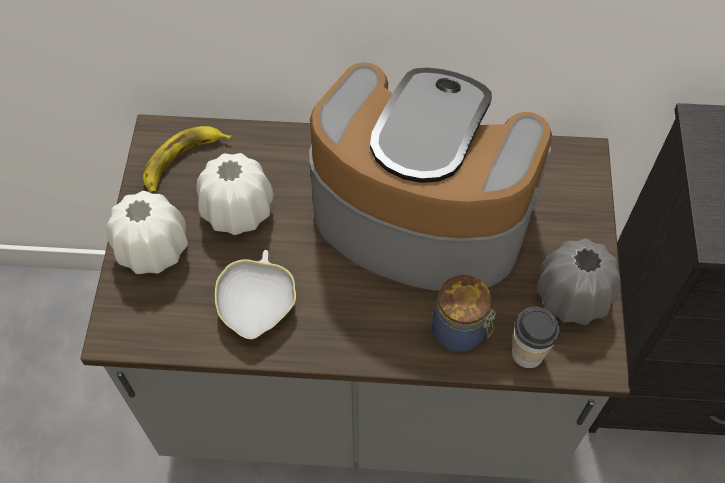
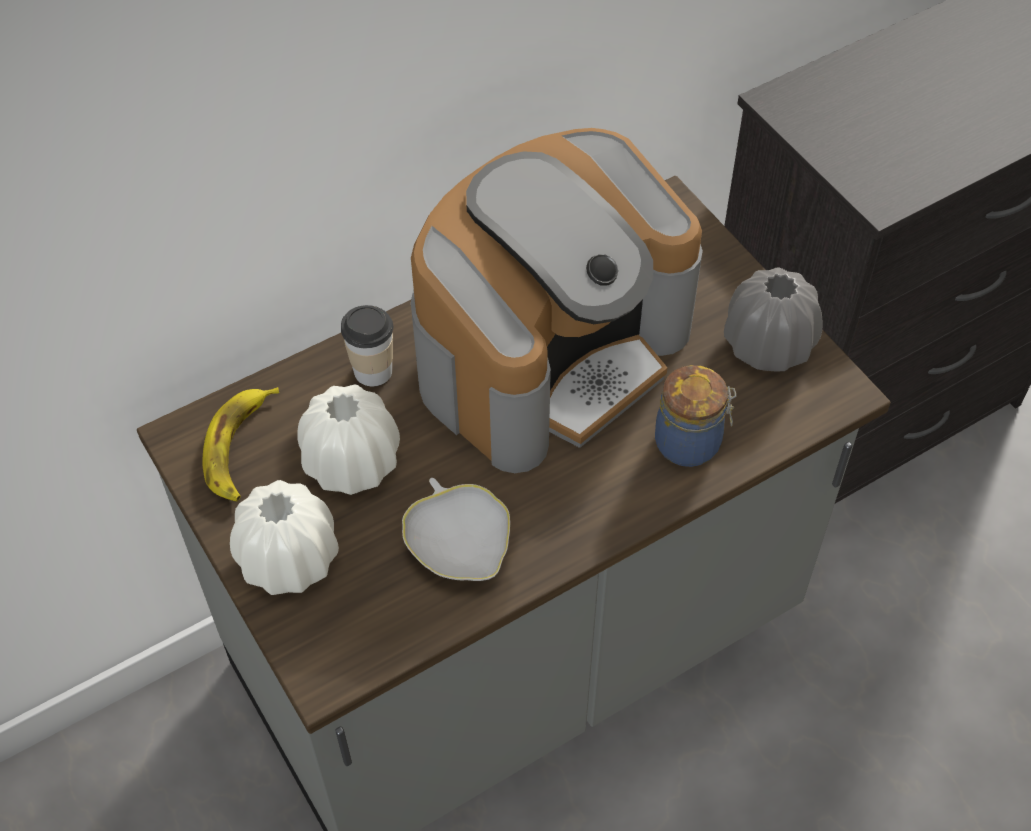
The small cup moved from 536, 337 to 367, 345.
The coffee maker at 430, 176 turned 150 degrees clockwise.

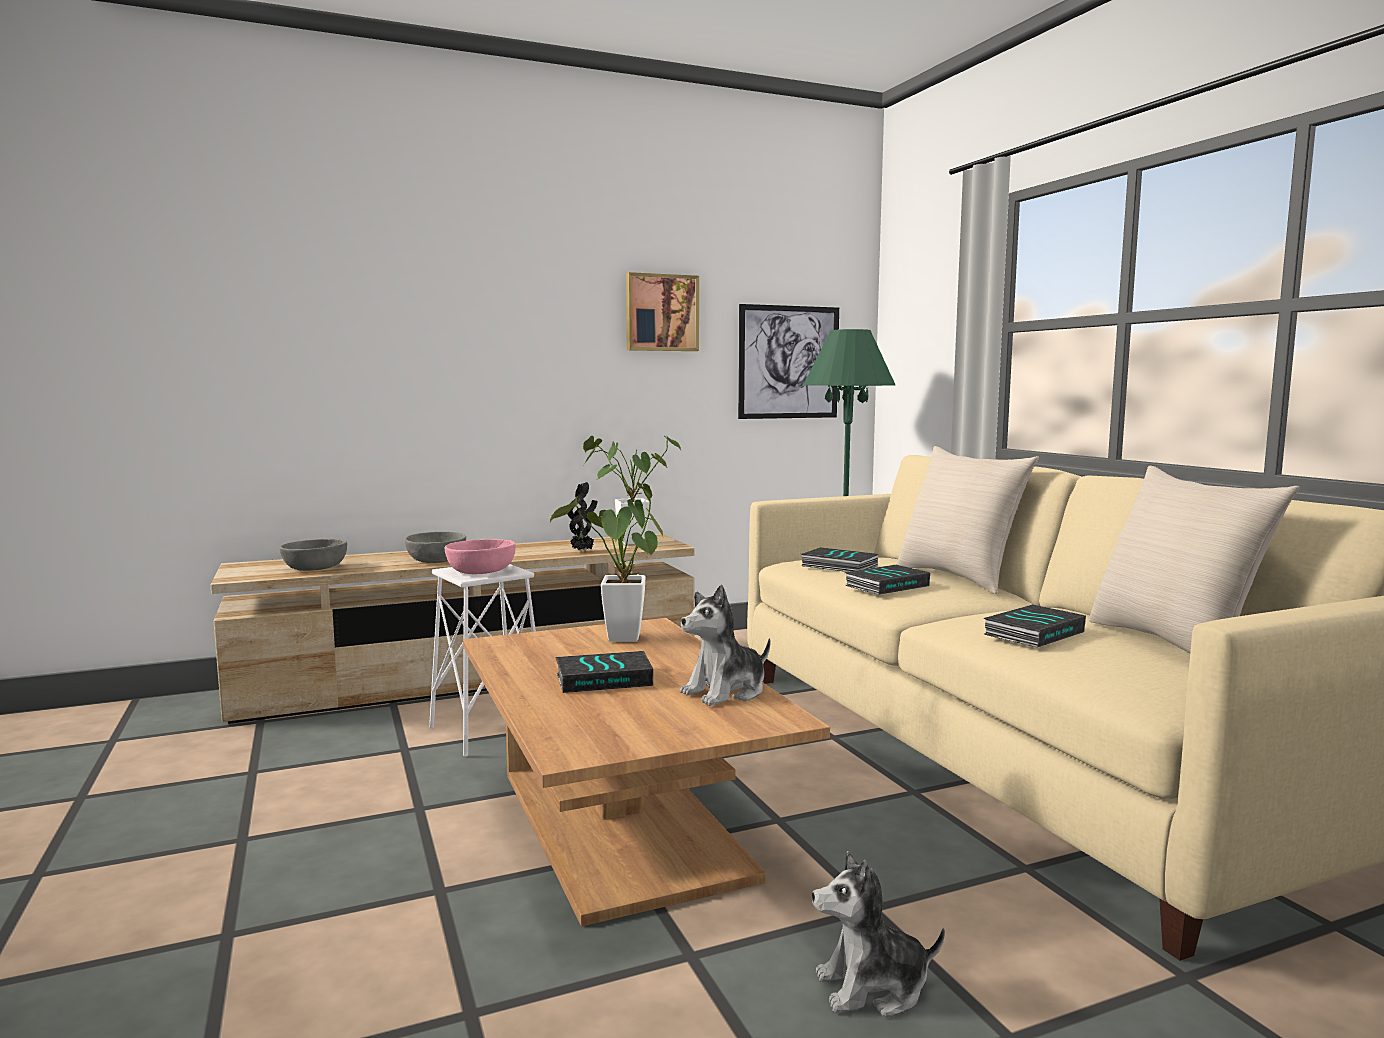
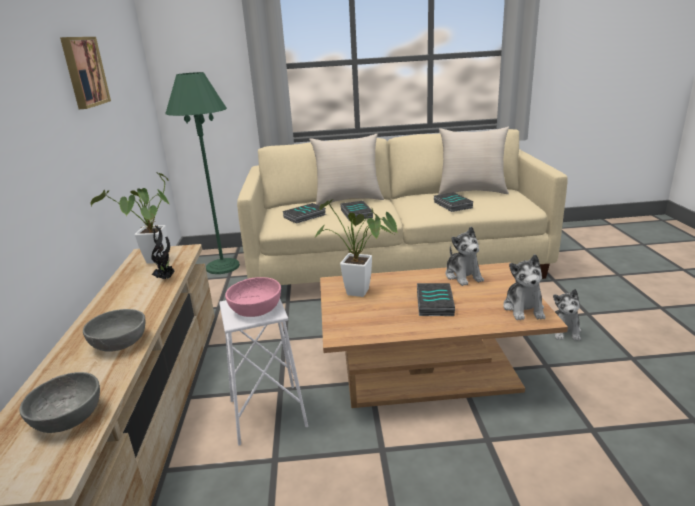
The plush toy at 524, 287 appeared.
The wall picture at 788, 361 disappeared.

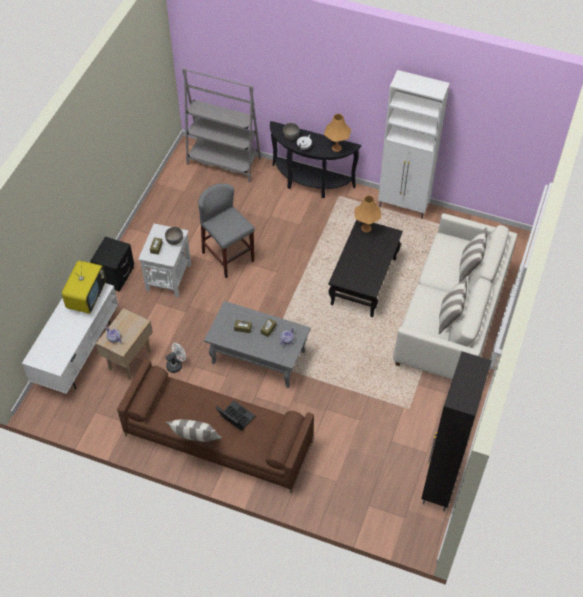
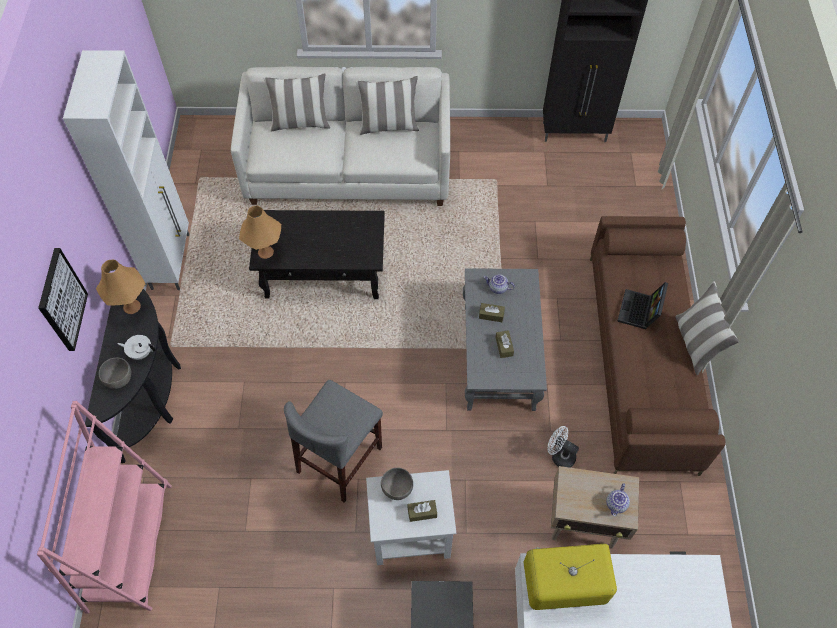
The greyish bookcase at 221, 125 became the pink bookcase at 104, 507.
The wall picture at 63, 299 appeared.

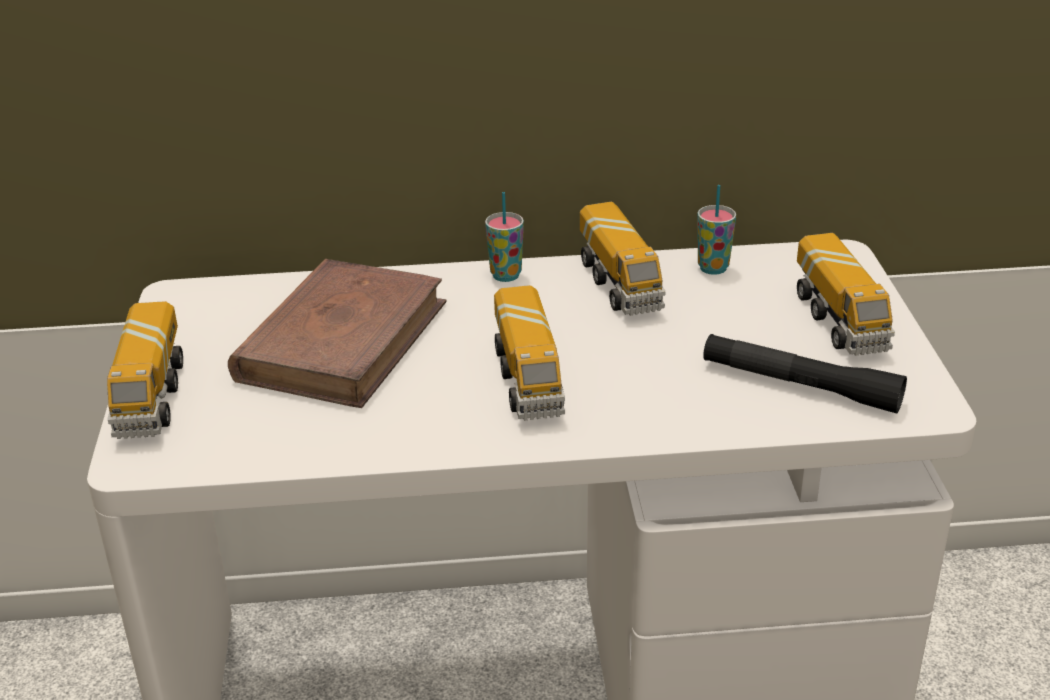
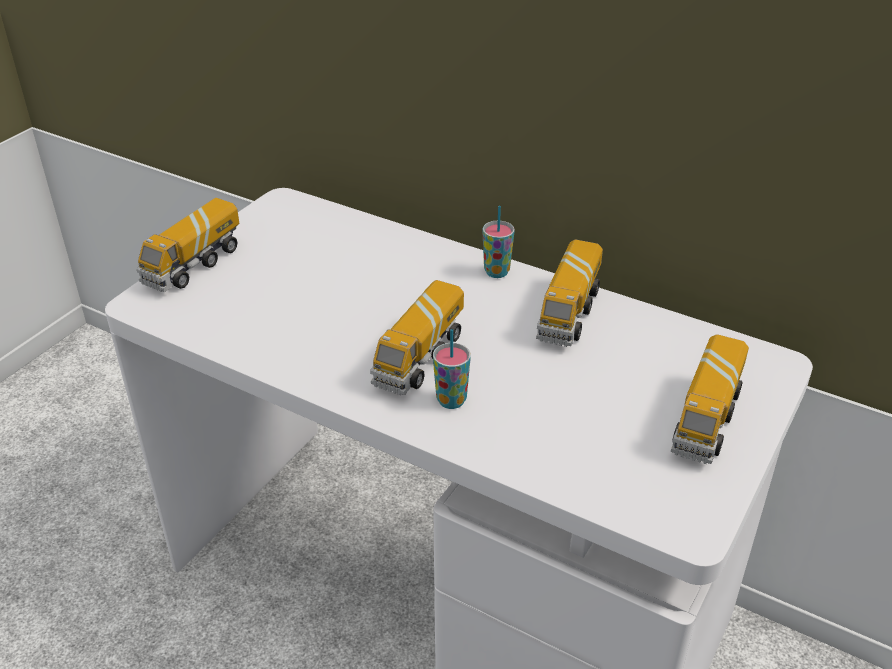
The small cup moved from 716, 230 to 452, 369.
The brownish book at 337, 333 disappeared.
The black-coloured flashlight at 805, 374 disappeared.

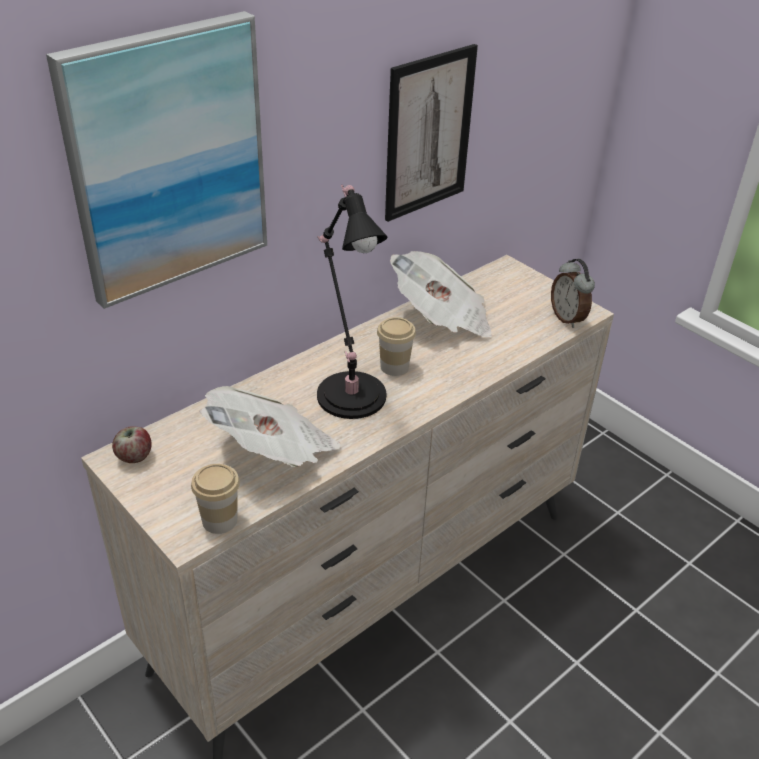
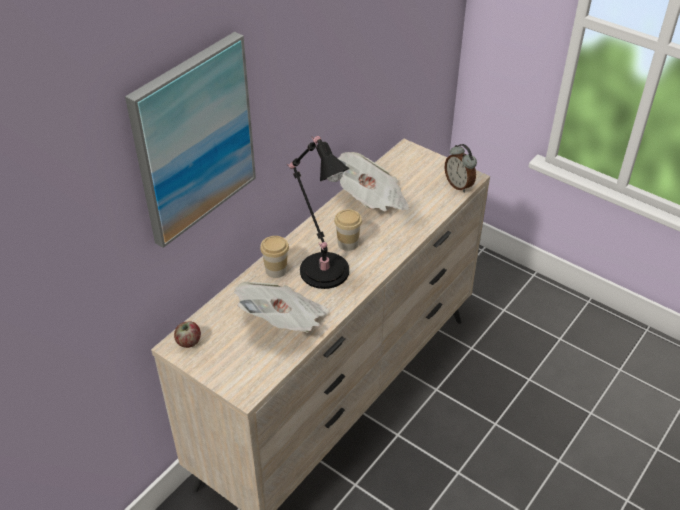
The small cup moved from 215, 499 to 274, 257.
The wall picture at 431, 133 disappeared.

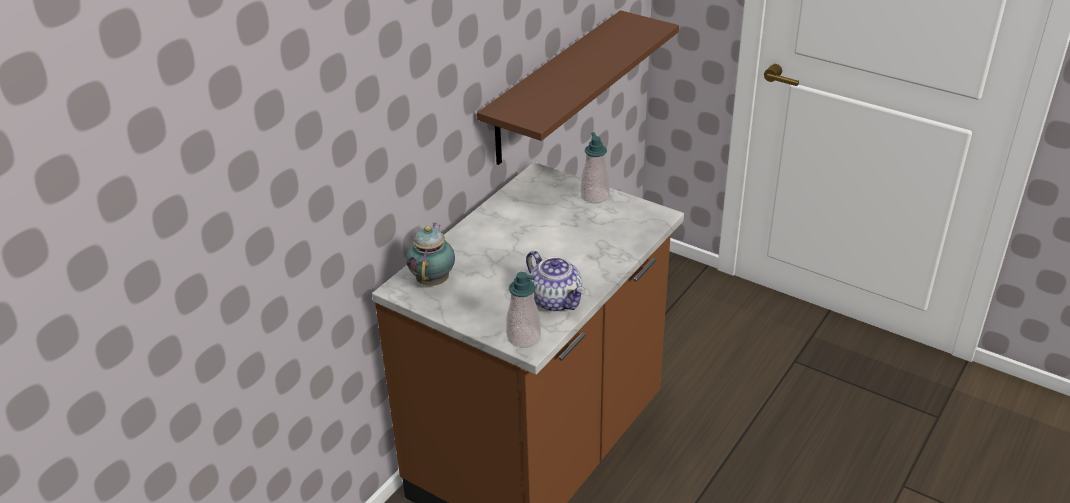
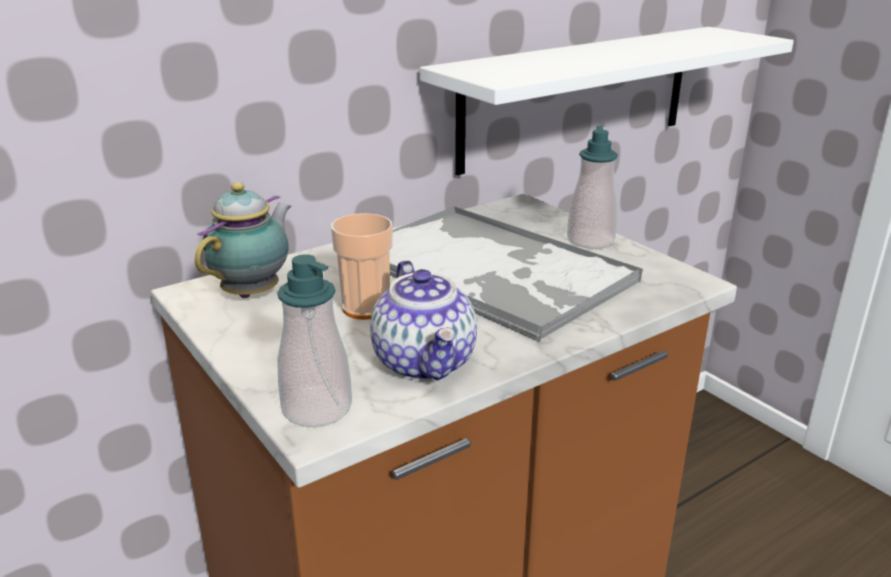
The small cup at 362, 266 appeared.
The tray at 516, 274 appeared.
The brownish wall shelf at 578, 87 became the white wall shelf at 607, 101.

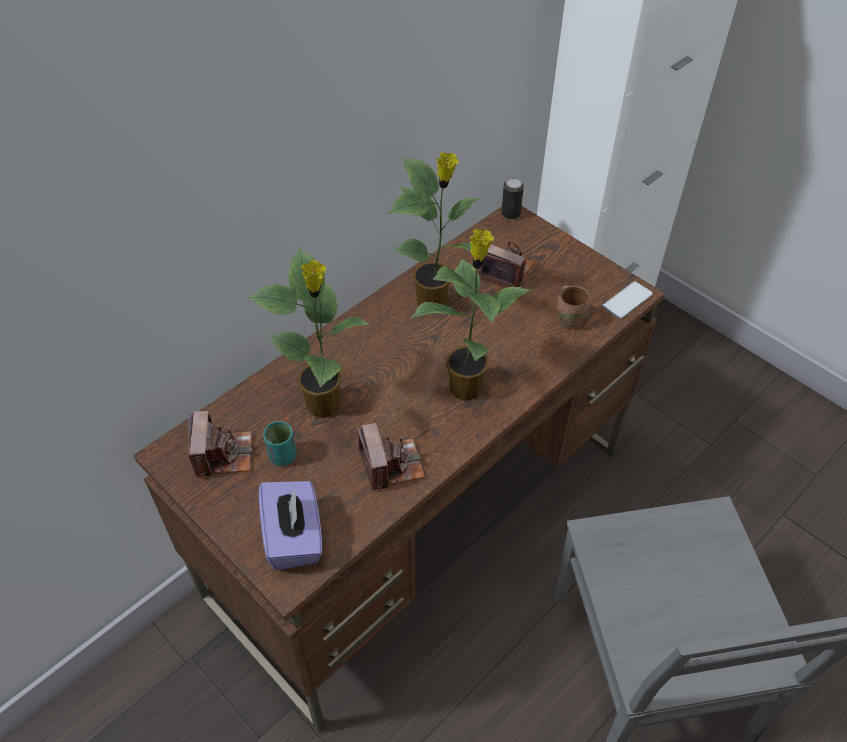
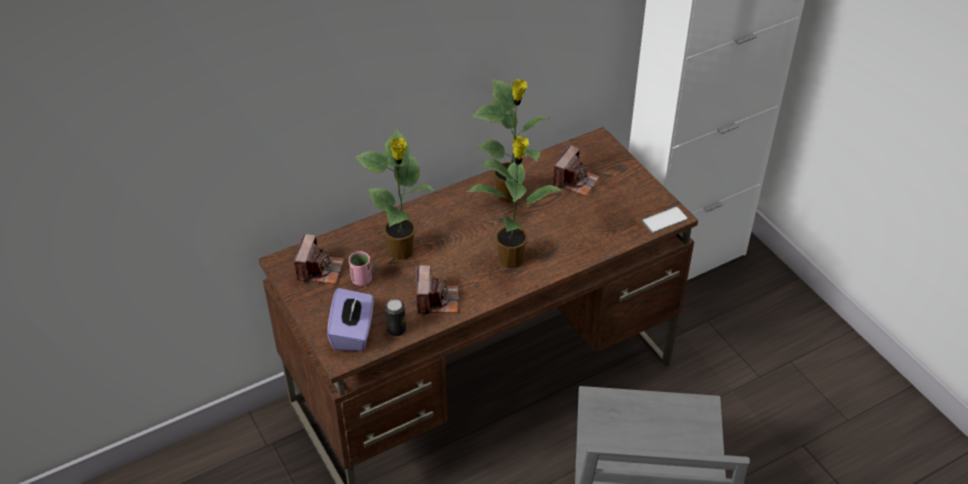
The blue-green small cup at 280, 443 became the pink small cup at 360, 268.
The metal can moved from 512, 198 to 395, 317.
The photo camera at 506, 264 turned 75 degrees clockwise.
The brownish coffee mug at 574, 307 disappeared.

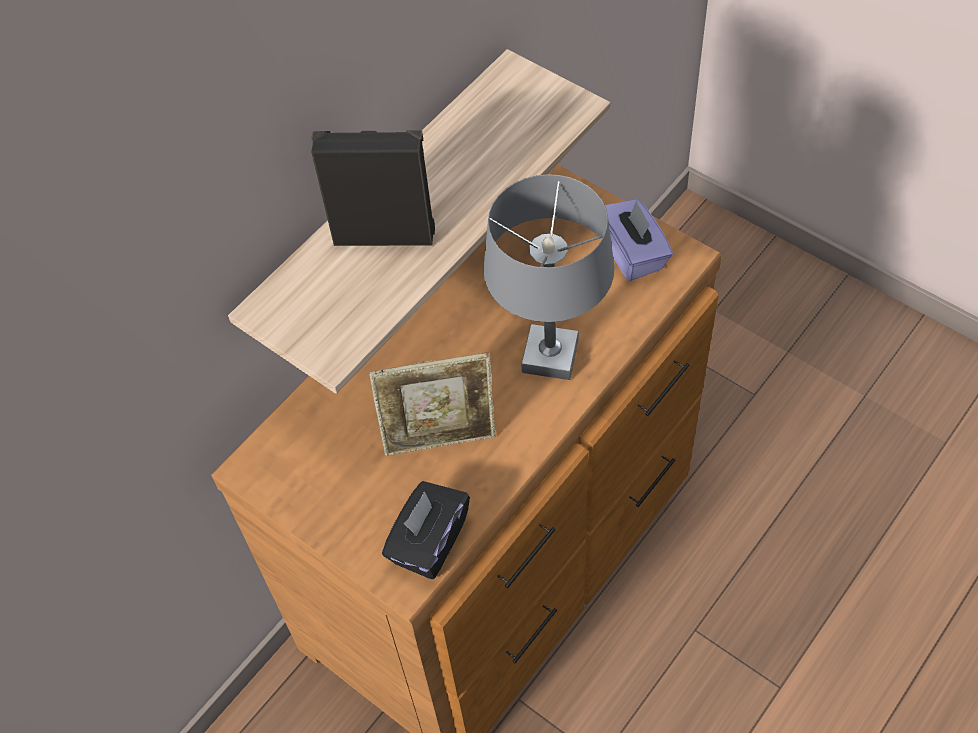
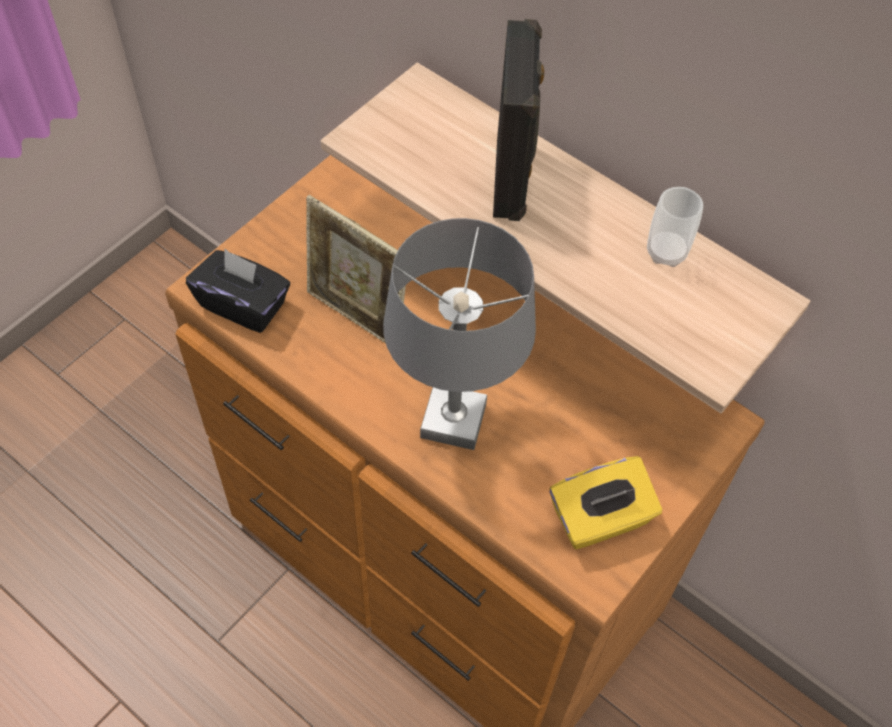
The picture frame at 432, 404 turned 45 degrees counterclockwise.
The purple-coloured tissue holder at 639, 240 became the yellowish tissue holder at 605, 502.
The small cup at 675, 227 appeared.

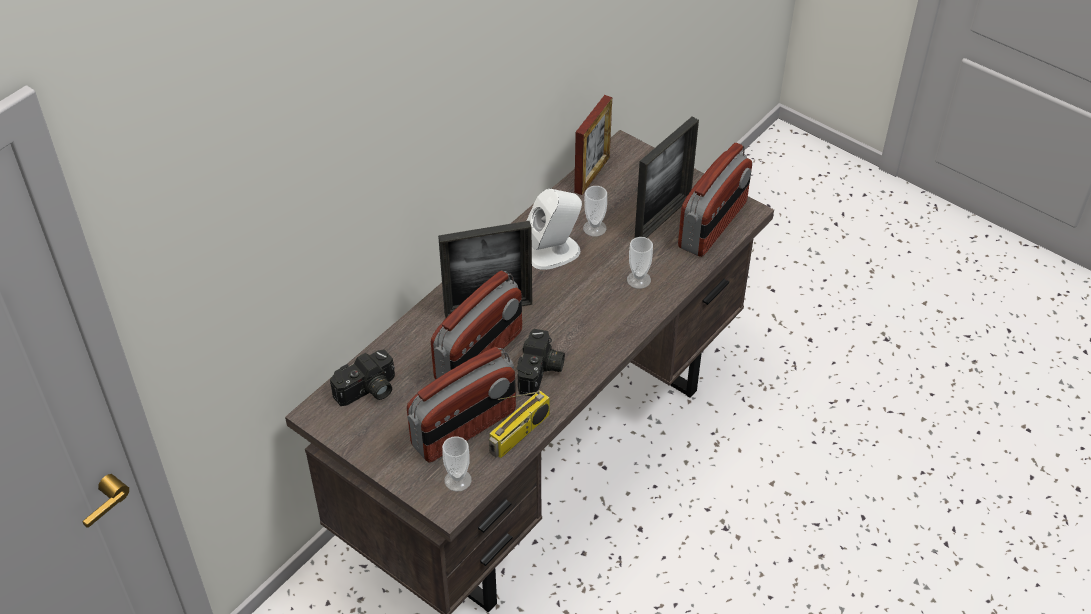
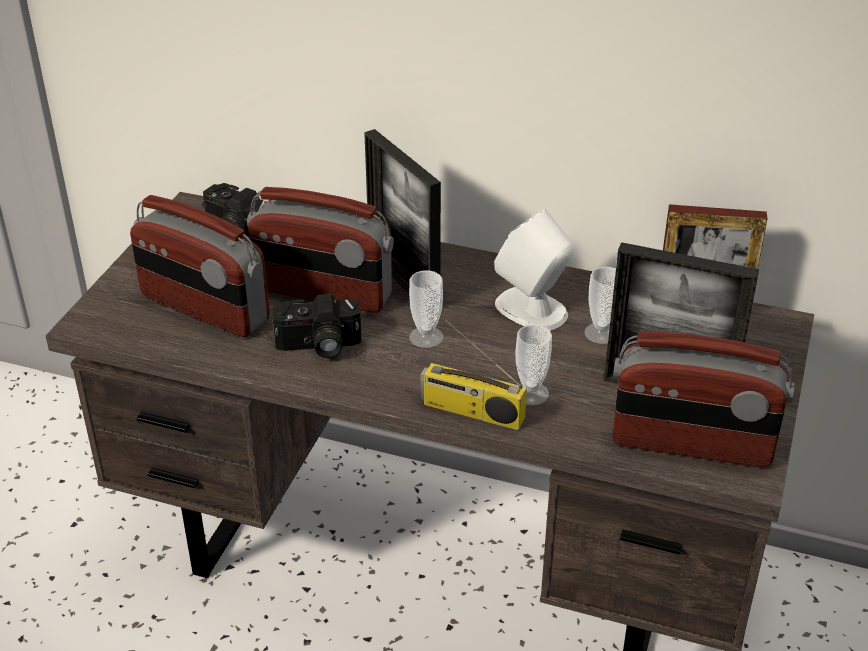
The small cup moved from 457, 464 to 426, 309.
The radio set moved from 519, 424 to 473, 374.

